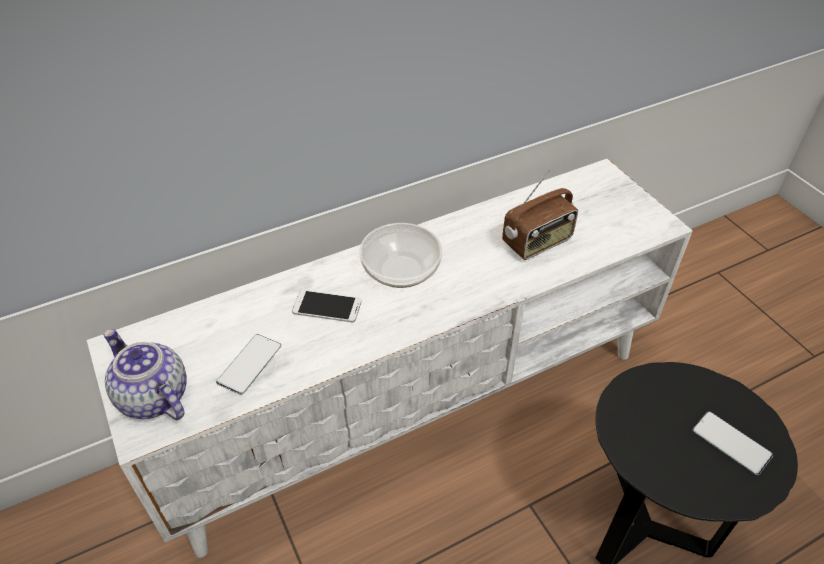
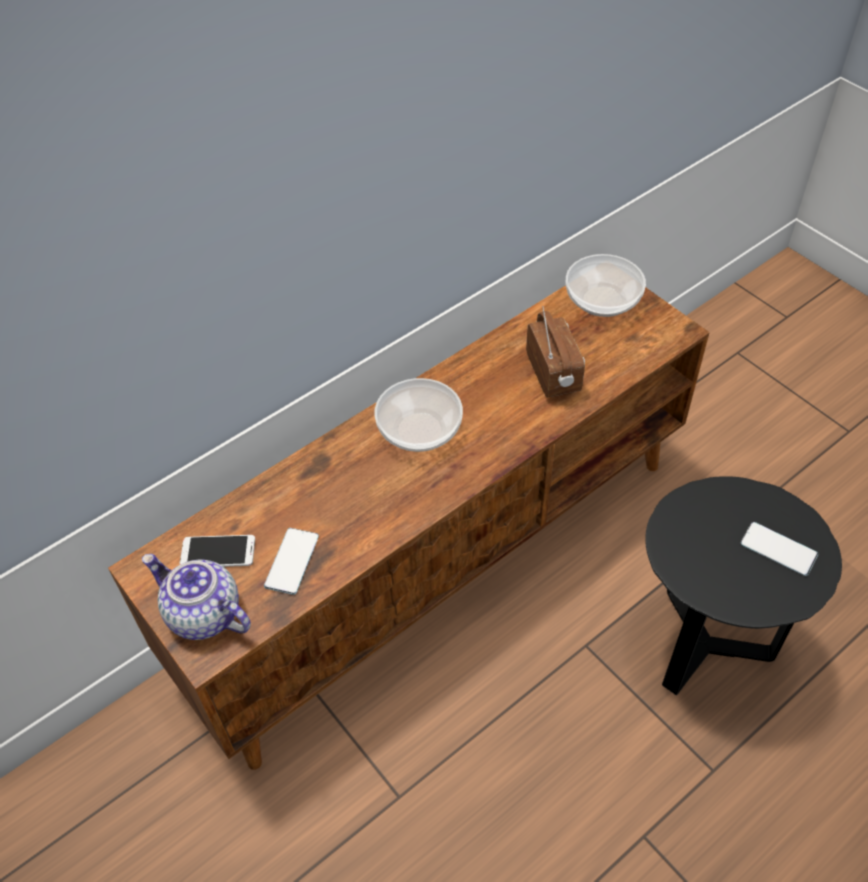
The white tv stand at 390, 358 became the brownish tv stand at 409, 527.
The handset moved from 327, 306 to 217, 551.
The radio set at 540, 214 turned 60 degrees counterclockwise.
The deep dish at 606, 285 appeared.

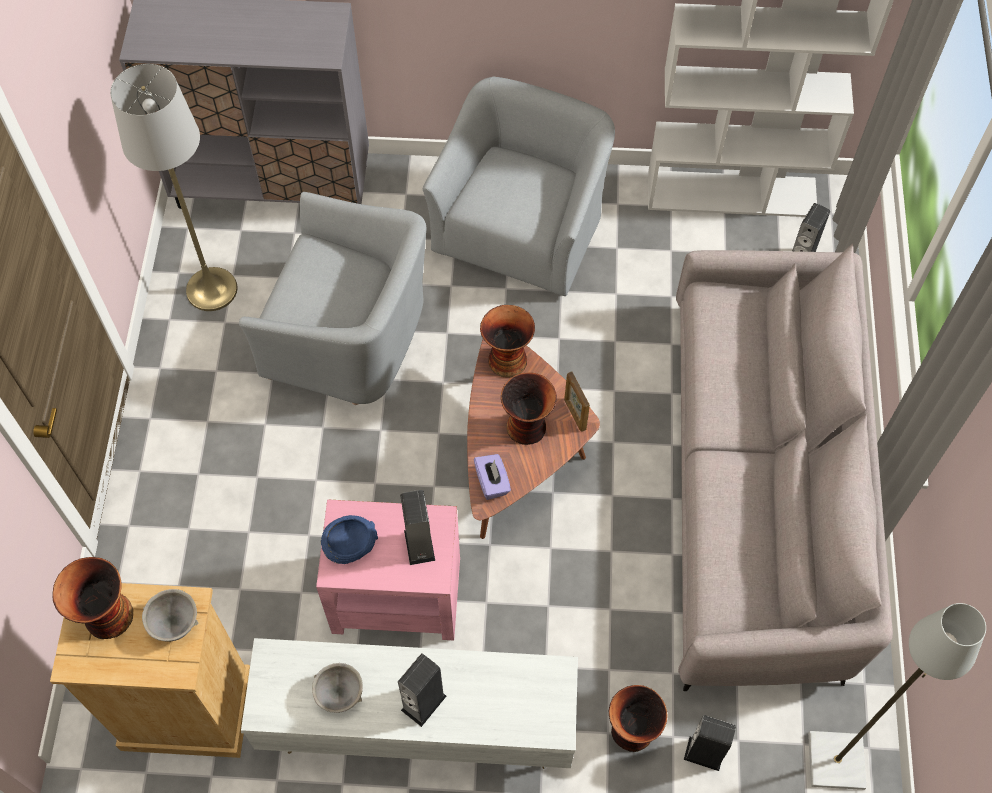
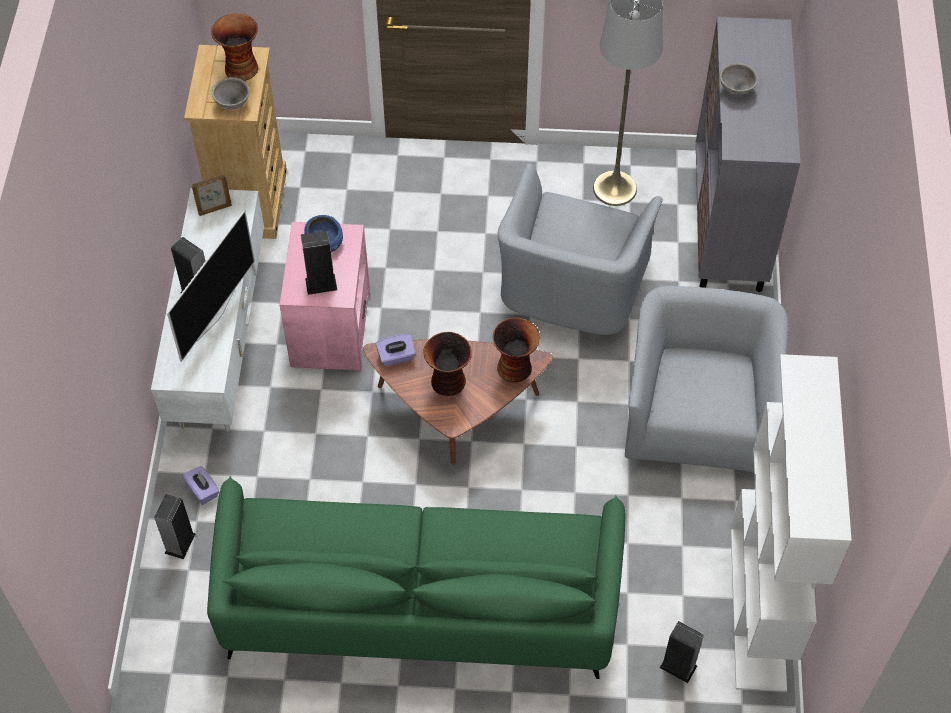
The TV set at 211, 286 appeared.
The decorative vase at 638, 718 was replaced by the purple-coloured tissue holder at 200, 485.
The picture frame moved from 577, 402 to 212, 195.
The greyish settee at 784, 467 became the greenish settee at 416, 577.
The greyish armchair at 519, 186 turned 105 degrees counterclockwise.
The greyish deep dish moved from 337, 688 to 739, 79.
The greyish floor lamp at 897, 696 disappeared.

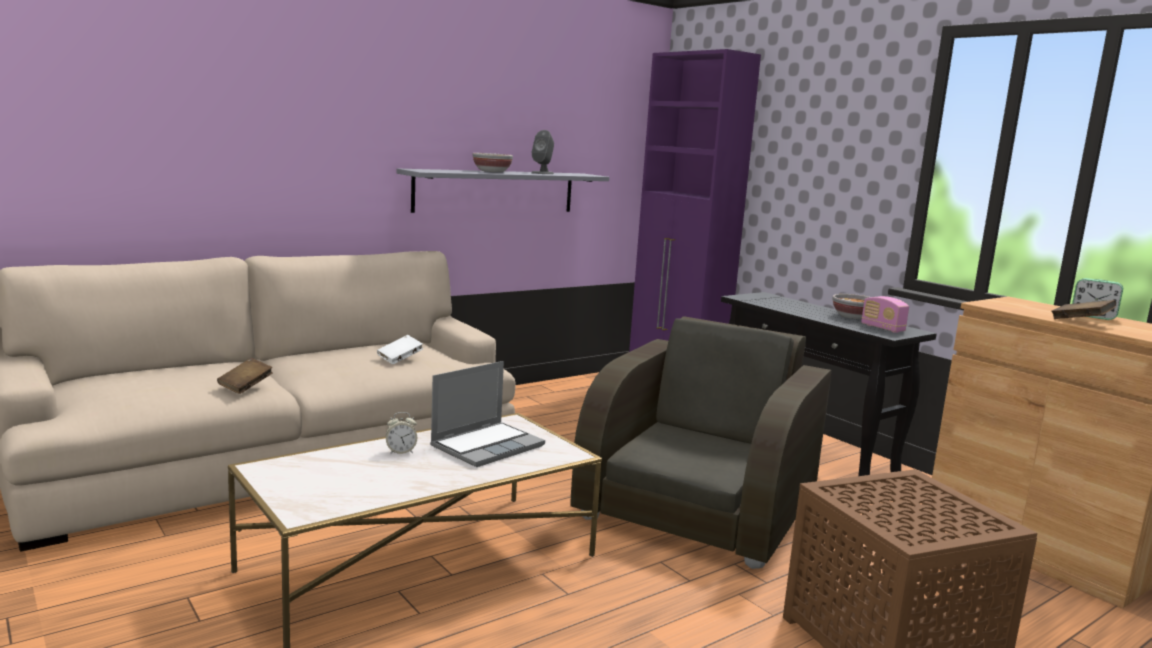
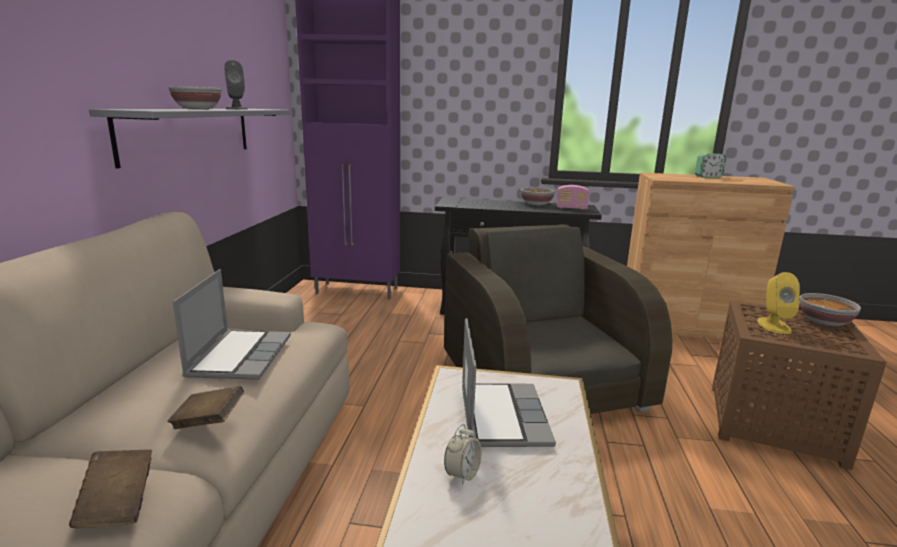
The brownish book moved from 1083, 309 to 206, 407.
The white book at 400, 349 was replaced by the portable computer at 232, 324.
The yellowish audio speaker at 778, 303 appeared.
The deep dish at 830, 309 appeared.

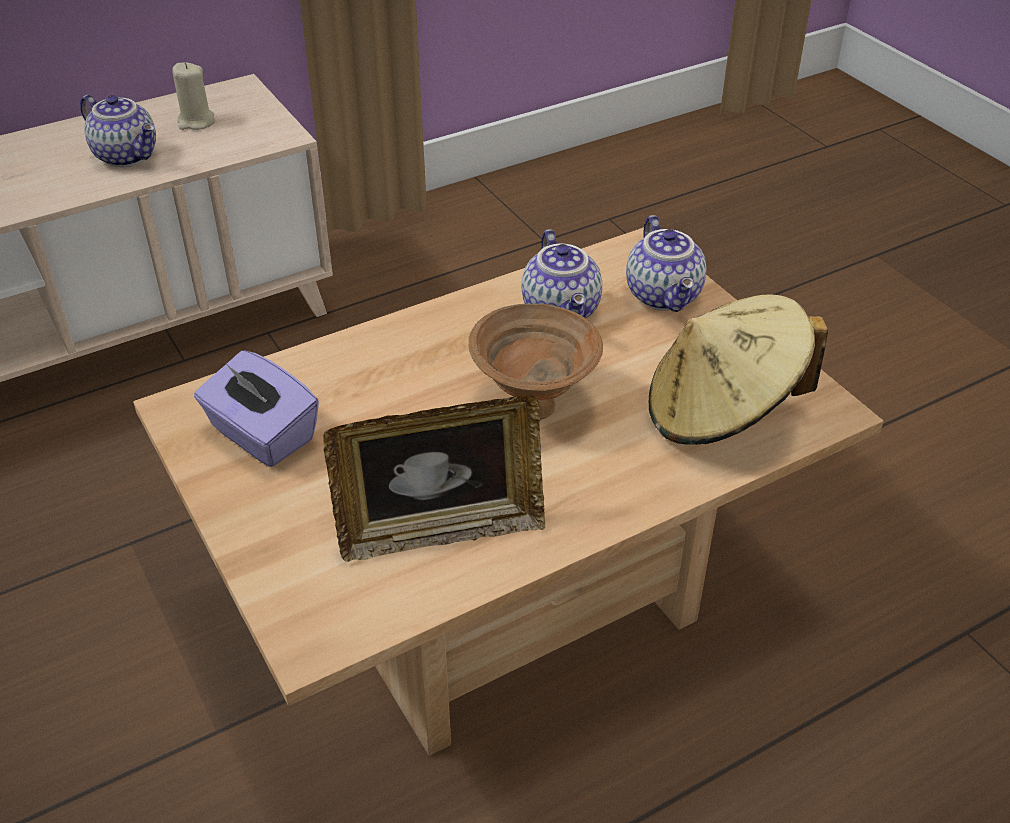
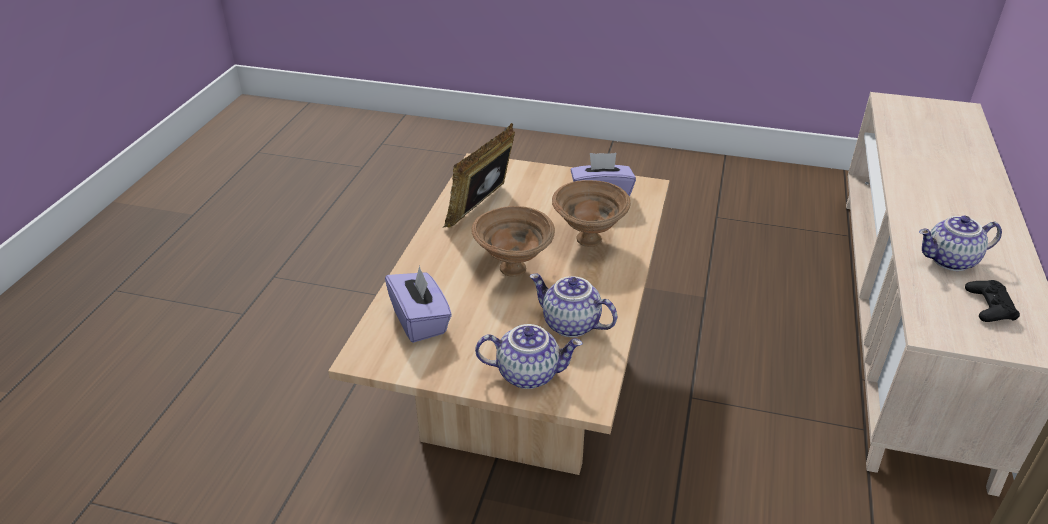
The beige wearable hat at 738, 370 was replaced by the purple-coloured tissue holder at 418, 304.
The pot for tea at 666, 263 turned 150 degrees clockwise.
The brownish deep dish at 591, 213 appeared.
The beige wax light at 194, 96 was replaced by the black-coloured joypad at 992, 301.

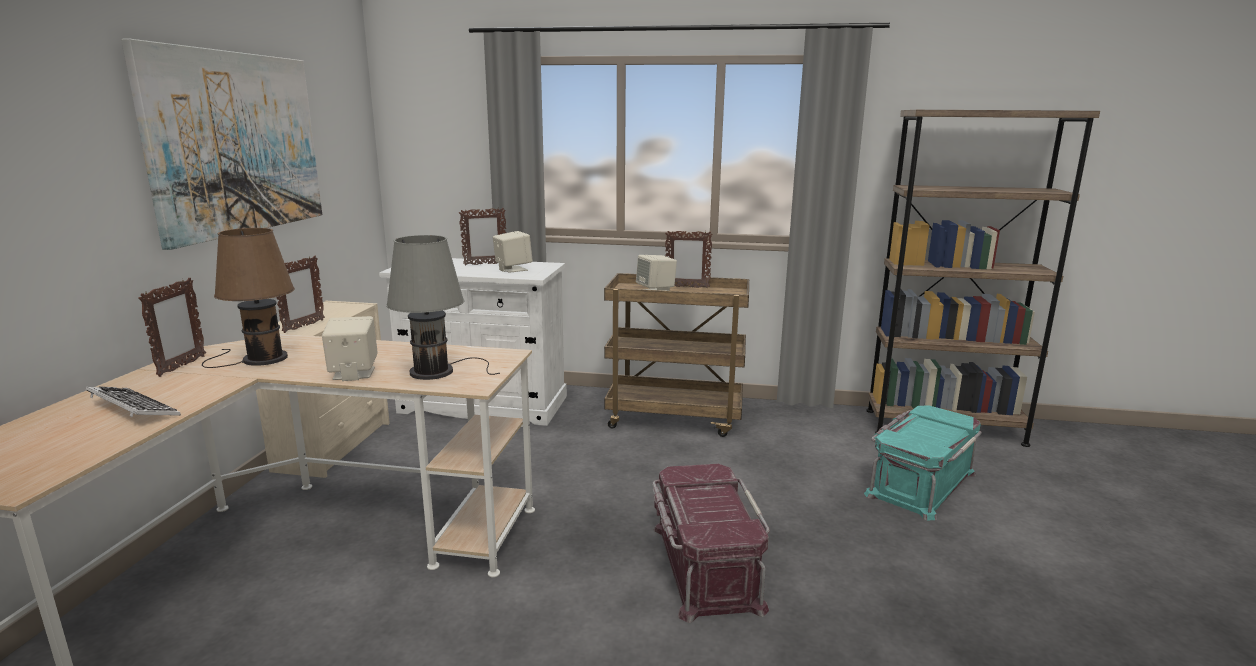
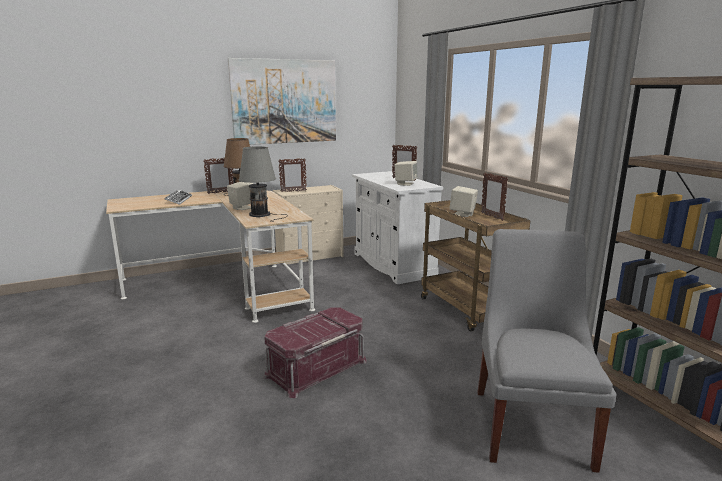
The blue-green storage container at 923, 463 was replaced by the greyish chair at 547, 351.

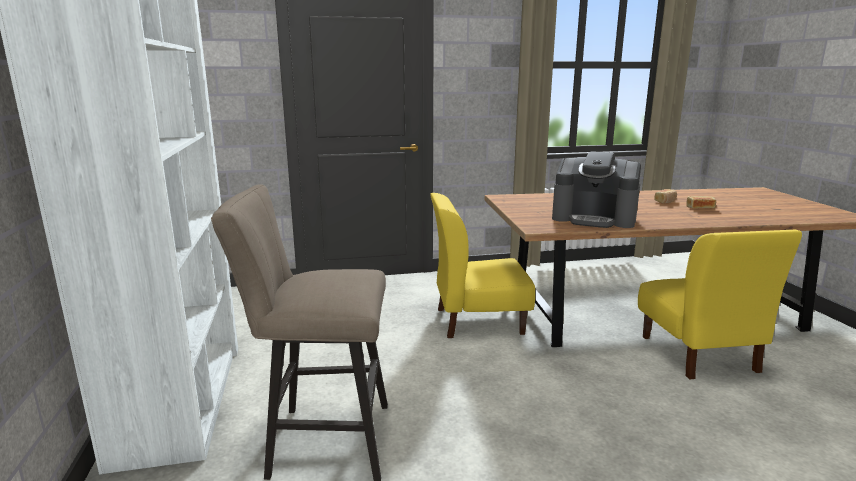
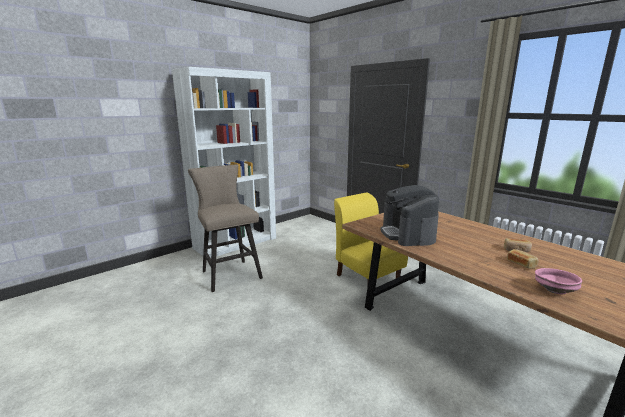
The pink deep dish at 558, 281 appeared.
The yellowish chair at 720, 304 disappeared.

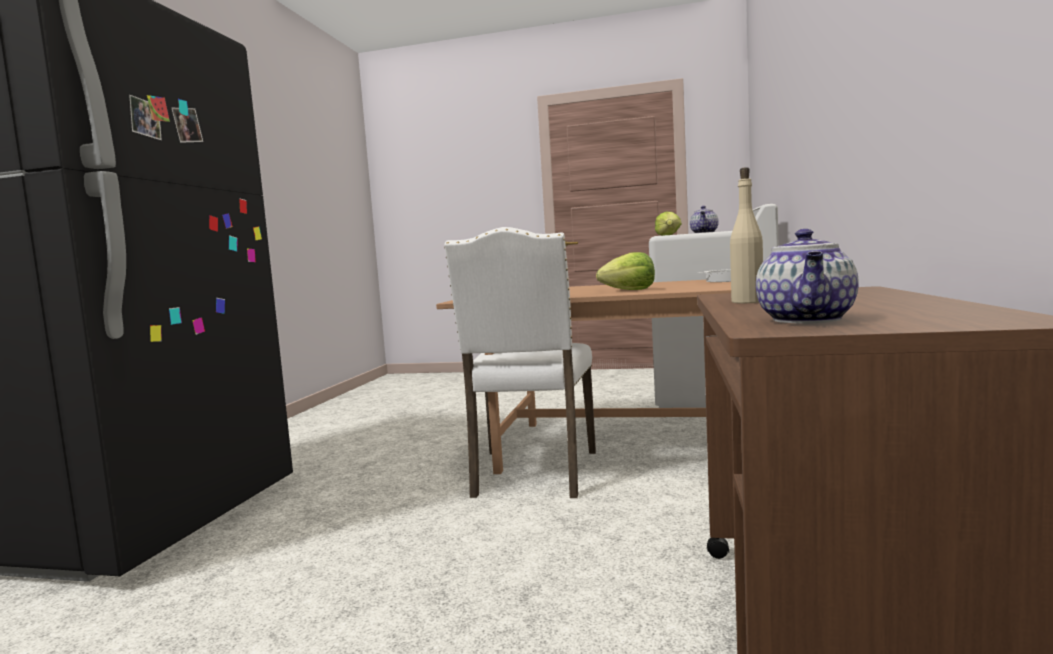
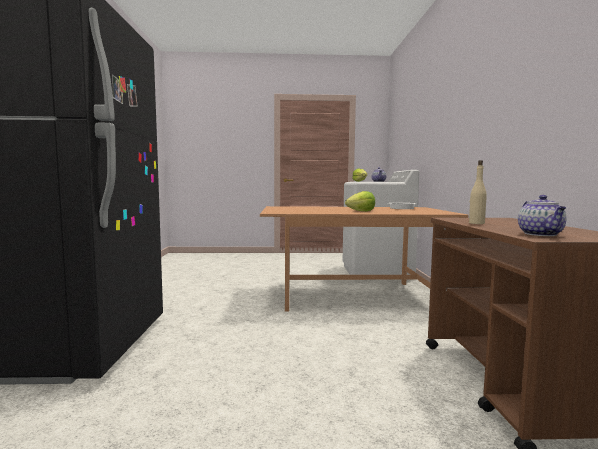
The white chair at 520, 362 disappeared.

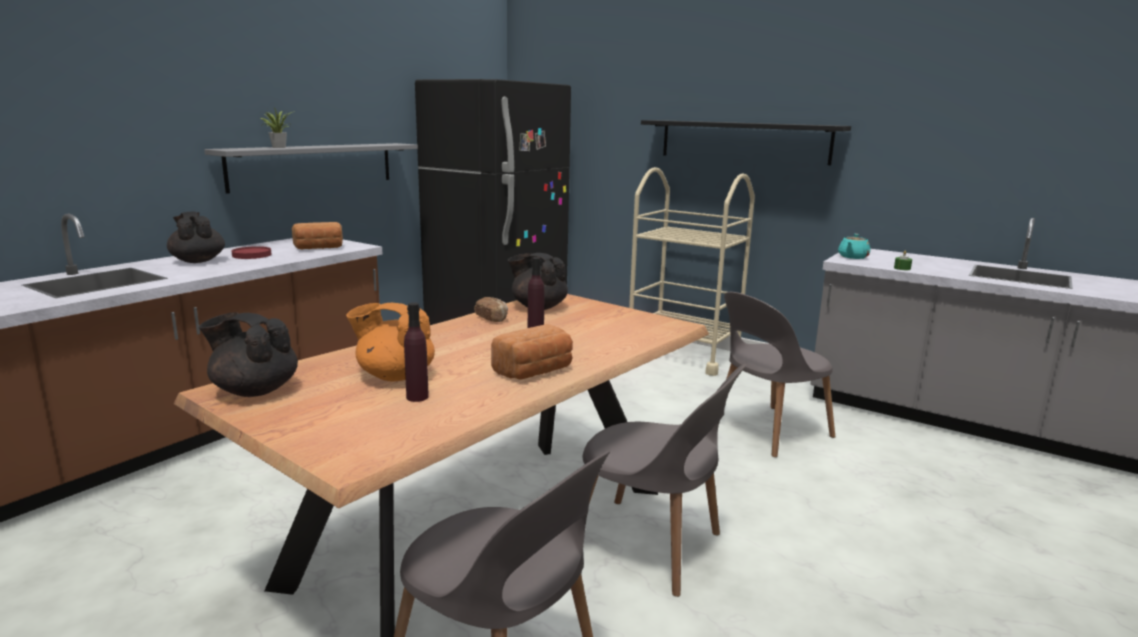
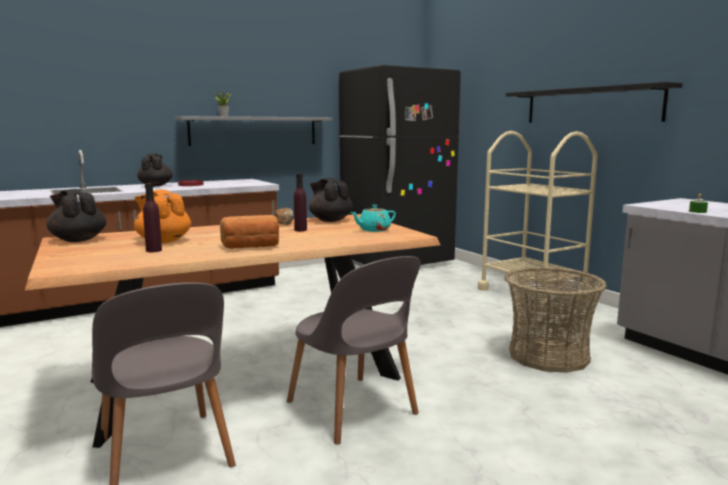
The blue-green pot for tea moved from 854, 246 to 373, 218.
The greyish chair at 779, 374 was replaced by the basket at 555, 320.
The baked bread at 317, 236 disappeared.

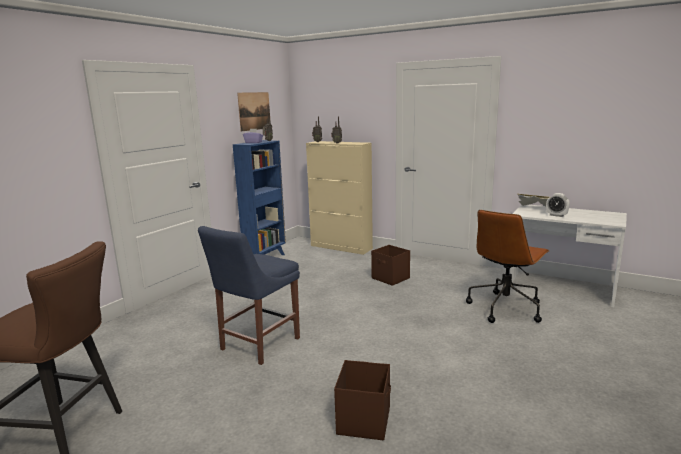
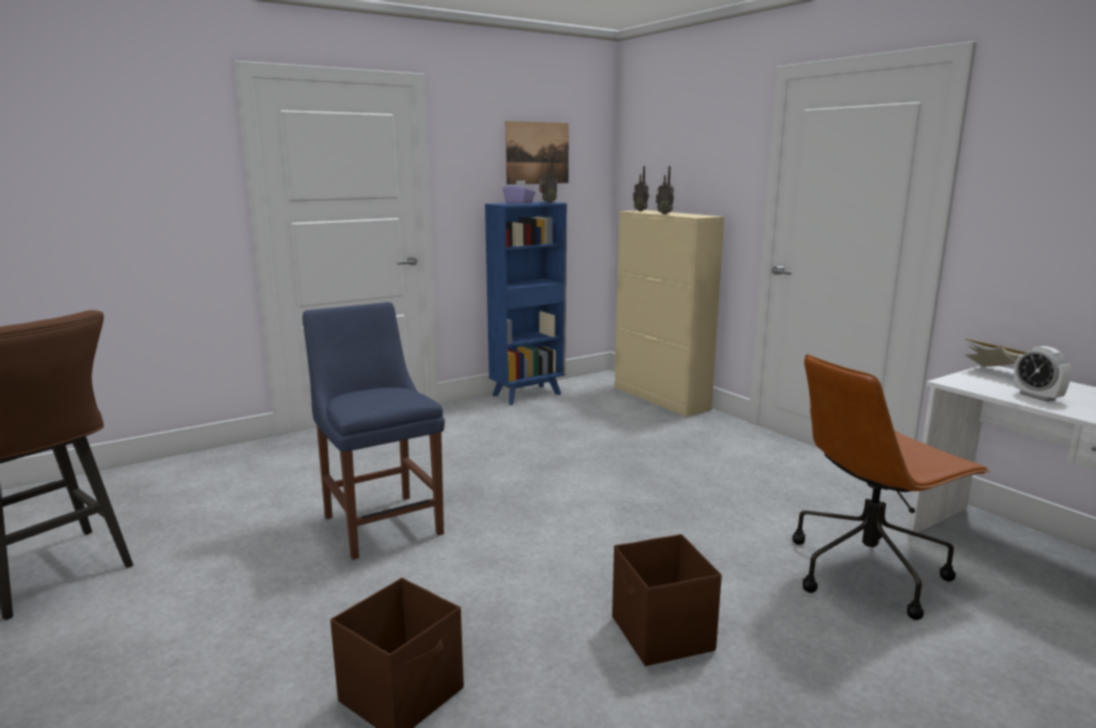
The blue-coloured chair at 249, 295 turned 90 degrees clockwise.
The brownish storage container moved from 390, 265 to 667, 600.

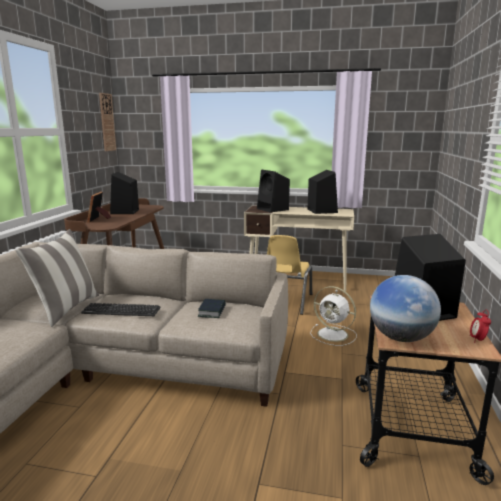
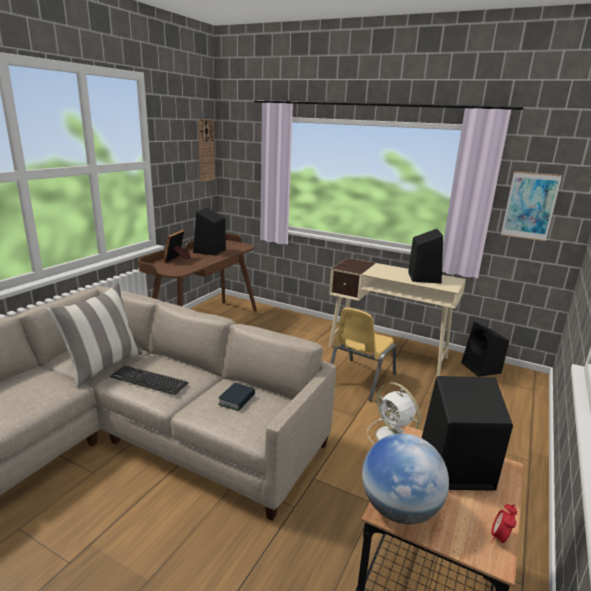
The black-coloured audio speaker moved from 273, 191 to 485, 349.
The wall picture at 531, 206 appeared.

